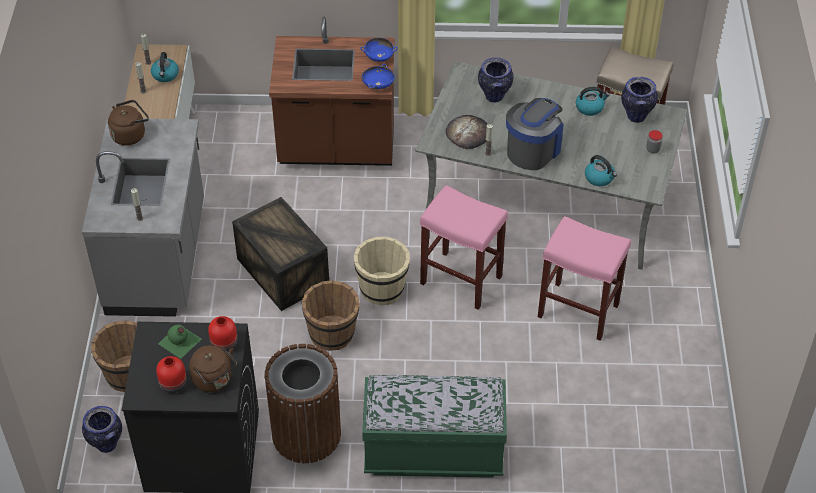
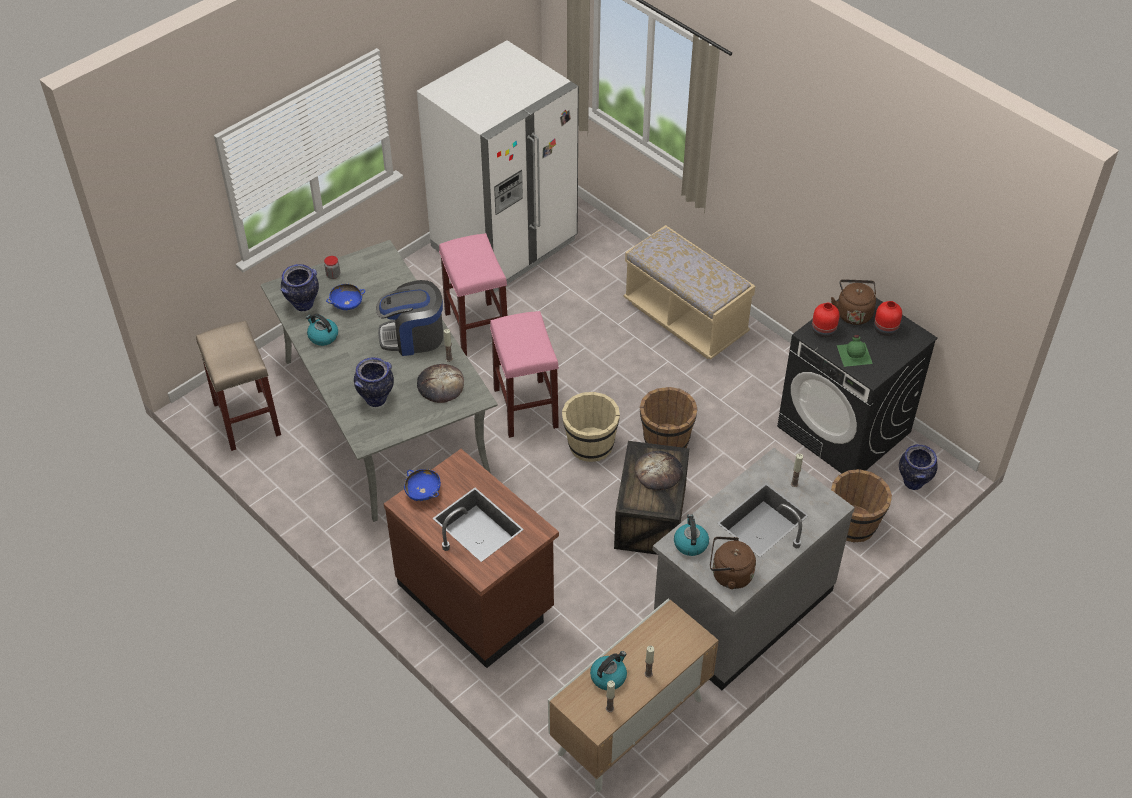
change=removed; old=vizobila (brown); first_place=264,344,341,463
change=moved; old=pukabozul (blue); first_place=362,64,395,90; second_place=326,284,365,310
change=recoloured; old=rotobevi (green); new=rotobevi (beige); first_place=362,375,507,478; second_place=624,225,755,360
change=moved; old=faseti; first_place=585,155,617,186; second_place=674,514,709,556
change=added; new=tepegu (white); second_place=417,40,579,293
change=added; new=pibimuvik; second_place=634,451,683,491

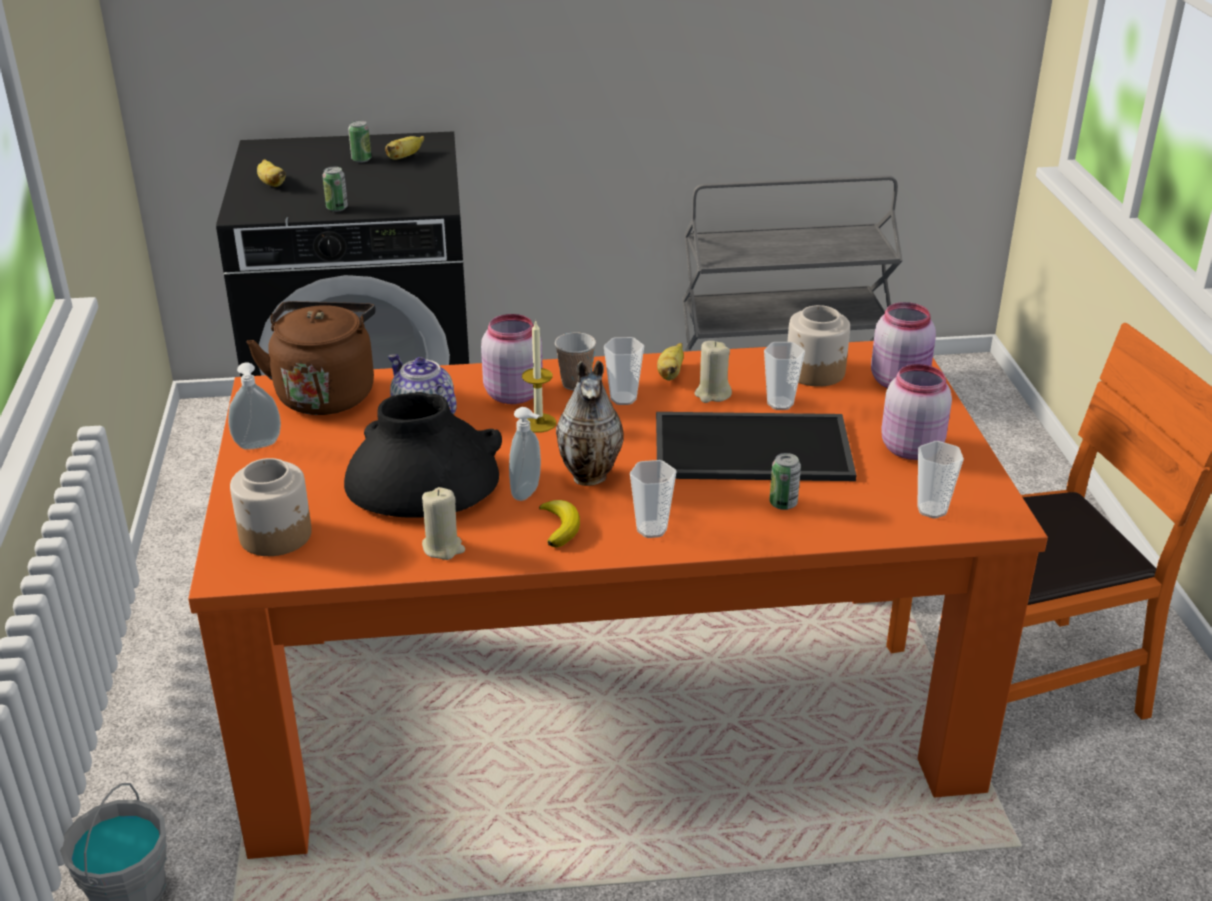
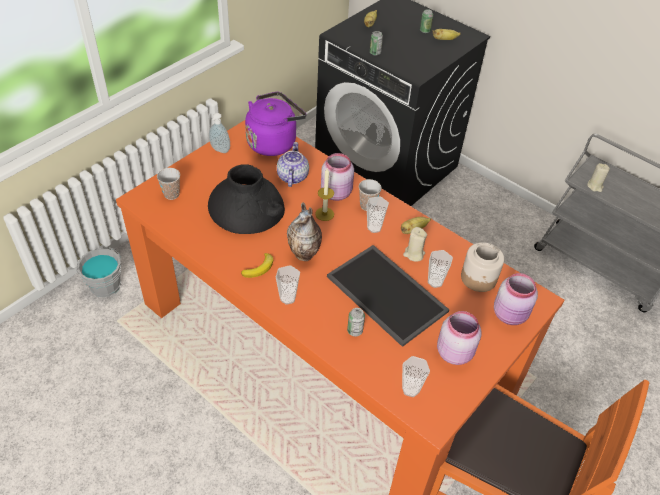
change=replaced; old=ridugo; new=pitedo; first_place=230,458,312,556; second_place=157,168,180,200
change=recoloured; old=faseti (brown); new=faseti (purple); first_place=246,301,376,415; second_place=245,92,306,156
change=moved; old=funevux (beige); first_place=422,487,465,560; second_place=587,163,610,192
change=removed; old=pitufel; first_place=509,407,541,501

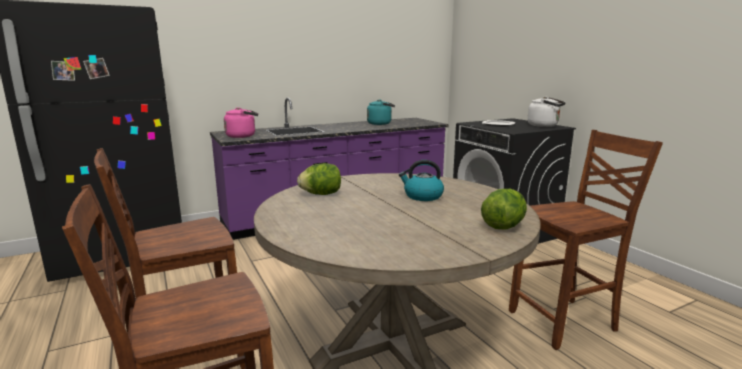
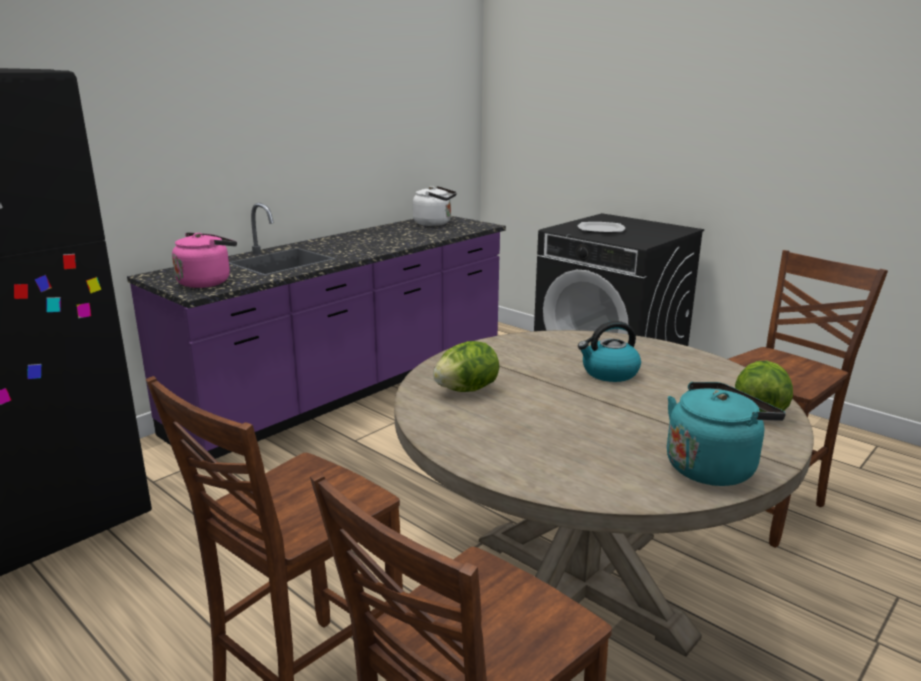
change=moved; old=faseti (turquoise); first_place=367,100,395,125; second_place=667,382,786,486
change=moved; old=faseti (white); first_place=528,96,566,127; second_place=413,186,457,226

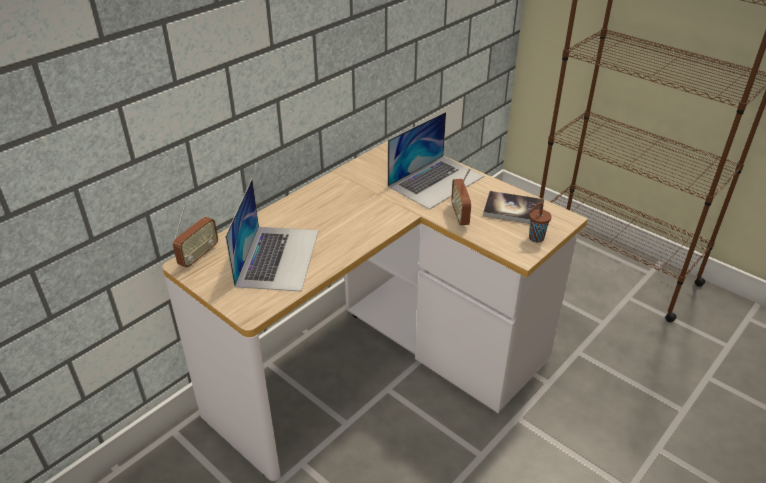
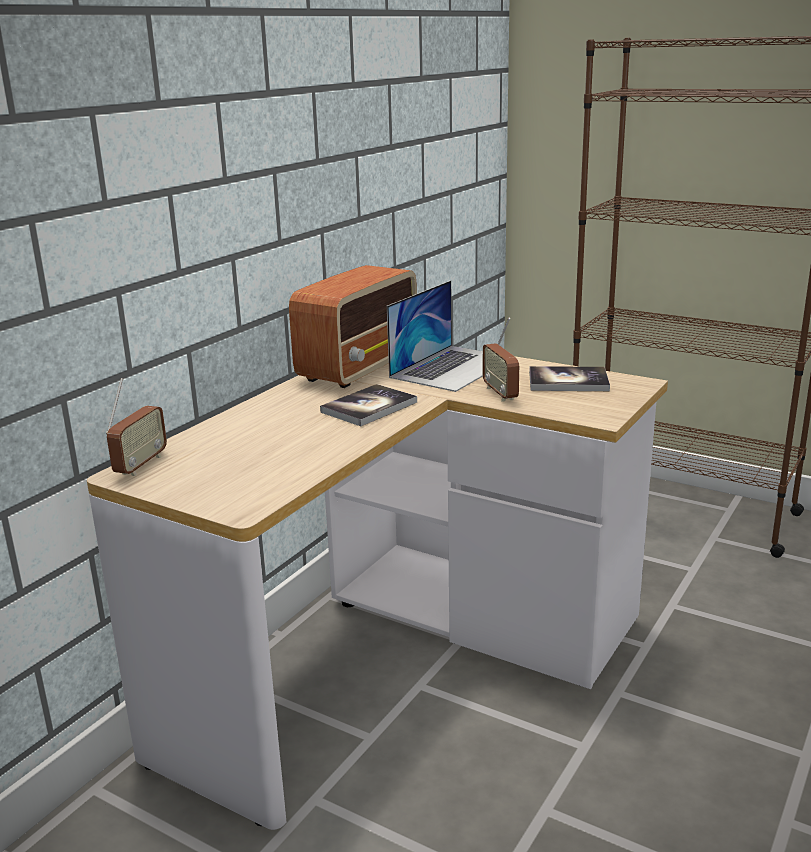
change=removed; old=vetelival; first_place=225,179,319,292
change=removed; old=pitedo (brown); first_place=529,202,552,243
change=added; new=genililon; second_place=289,265,417,388
change=added; new=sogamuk; second_place=320,384,417,426

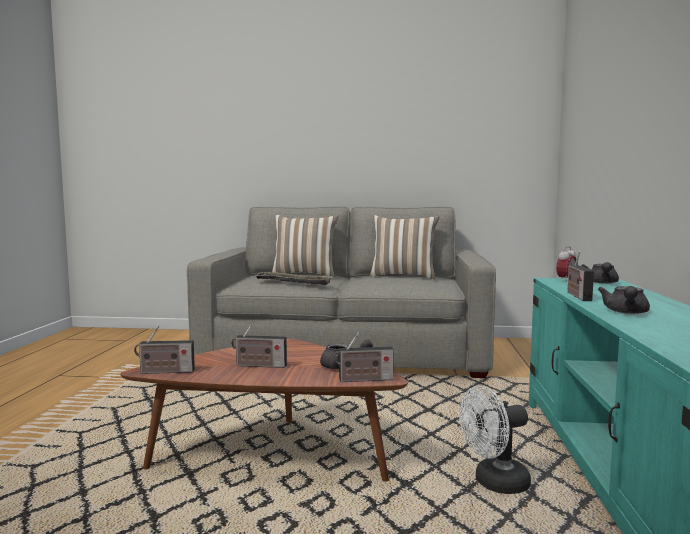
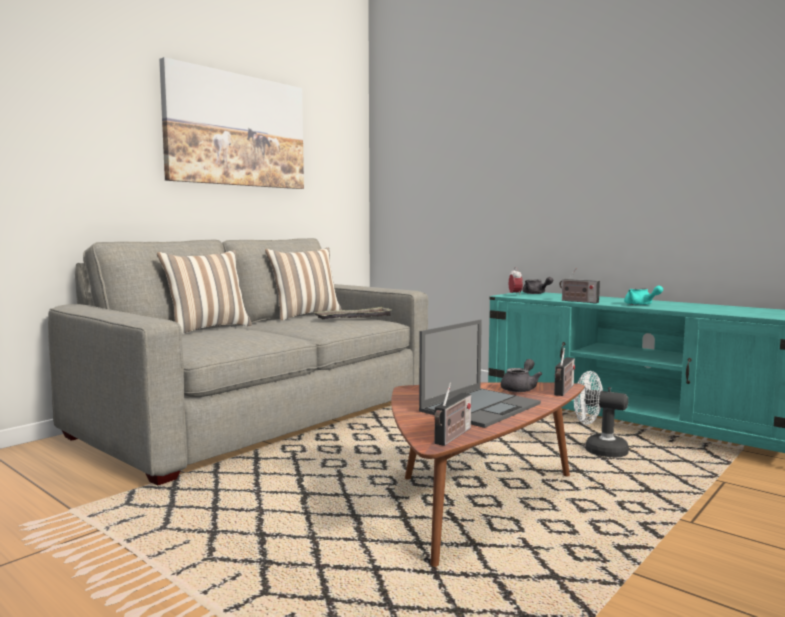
change=replaced; old=genililon; new=vetelival; first_place=231,321,287,368; second_place=419,320,541,428
change=moved; old=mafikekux; first_place=254,272,333,285; second_place=314,307,391,319
change=turned; old=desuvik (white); first_place=459,386,531,494; second_place=574,371,629,457; degrees=105
change=recoloured; old=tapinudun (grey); new=tapinudun (turquoise); first_place=598,286,650,314; second_place=624,285,663,305
change=added; new=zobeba; second_place=159,57,304,189

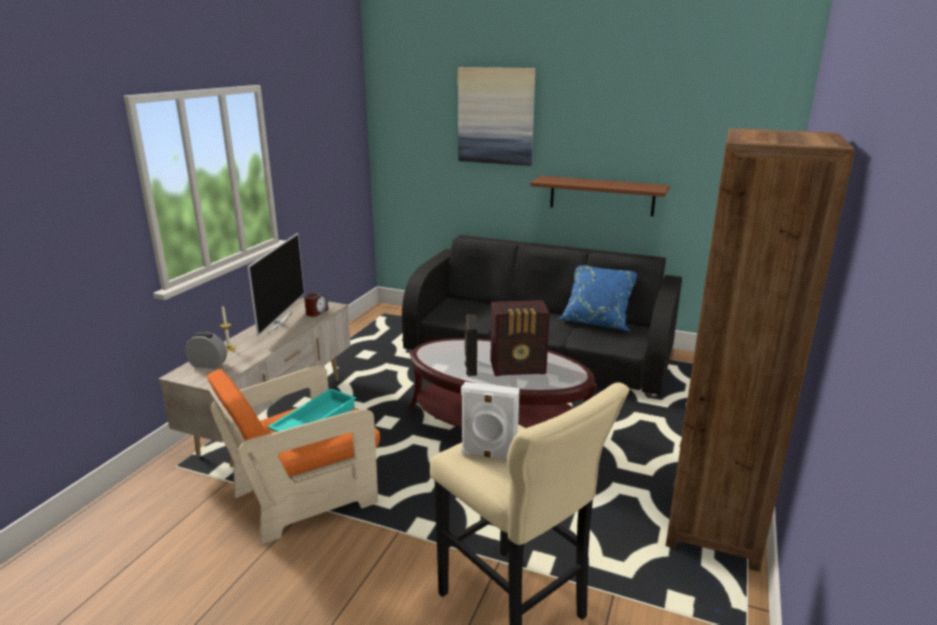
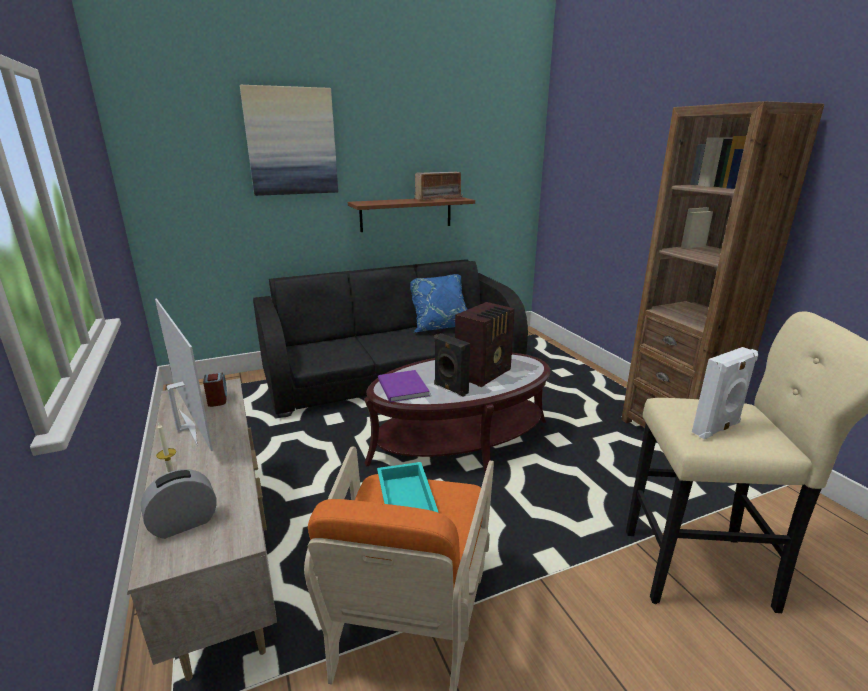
change=added; new=sogamuk (purple); second_place=378,370,430,402
change=added; new=genililon; second_place=414,171,463,200

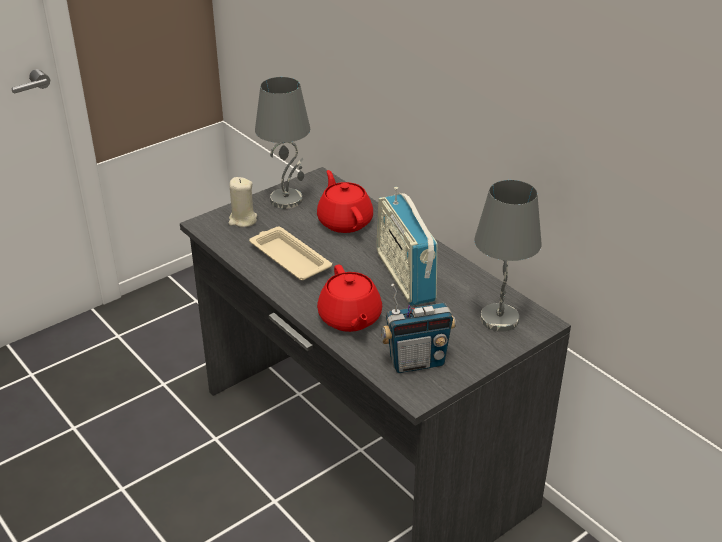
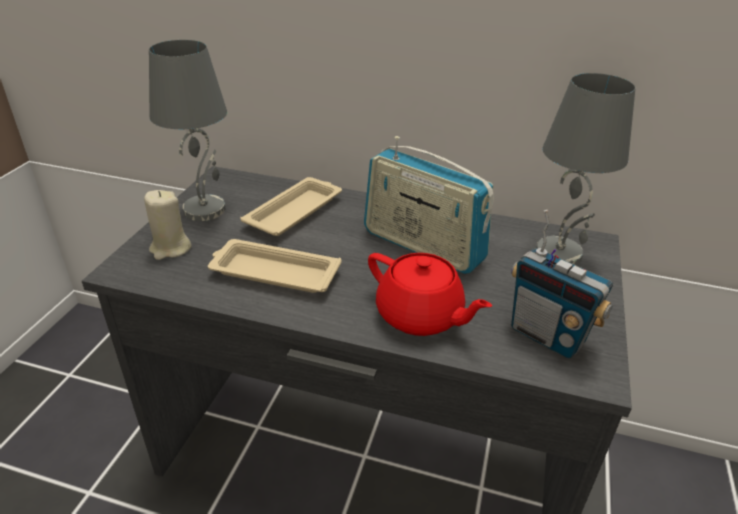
change=replaced; old=tapinudun (red); new=mafikekux (beige); first_place=317,170,373,233; second_place=240,177,342,236
change=turned; old=genililon; first_place=381,284,456,373; second_place=511,210,613,358; degrees=90

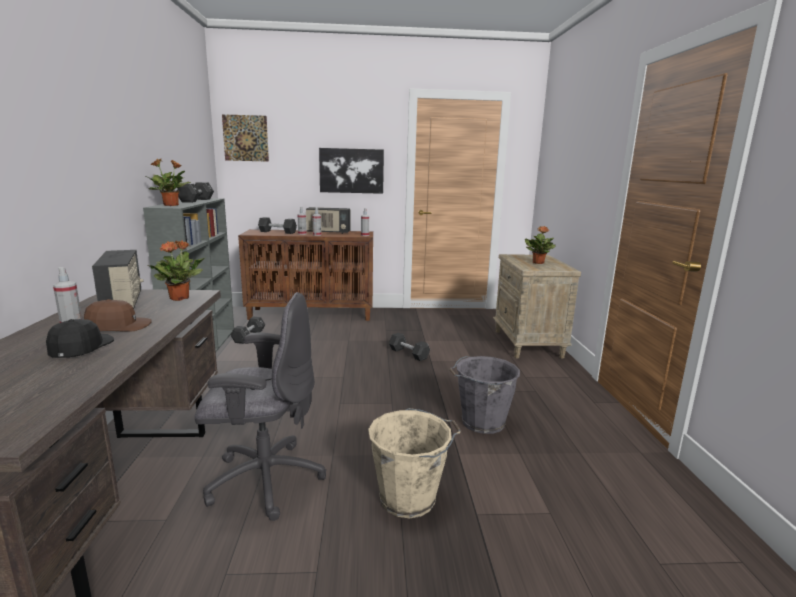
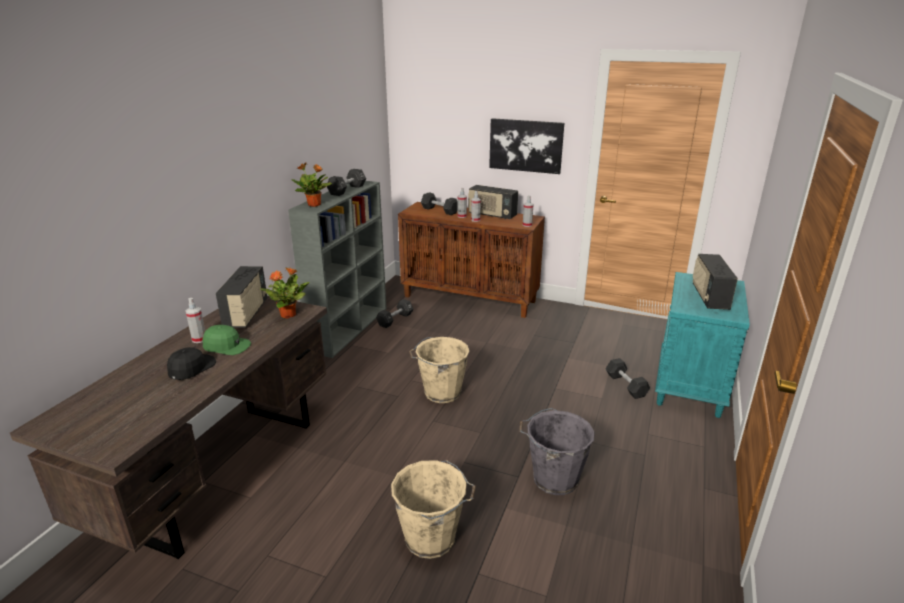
change=recoloured; old=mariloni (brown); new=mariloni (green); first_place=84,299,151,332; second_place=202,325,251,355
change=removed; old=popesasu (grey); first_place=195,292,326,521
change=removed; old=zobeba; first_place=222,114,269,162
change=moved; old=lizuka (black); first_place=389,333,430,361; second_place=606,358,650,399
change=recoloured; old=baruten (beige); new=baruten (turquoise); first_place=493,254,581,359; second_place=655,272,750,418
change=replaced; old=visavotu; new=genililon; first_place=525,226,556,264; second_place=693,254,738,310
change=added; new=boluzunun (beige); second_place=409,337,469,403

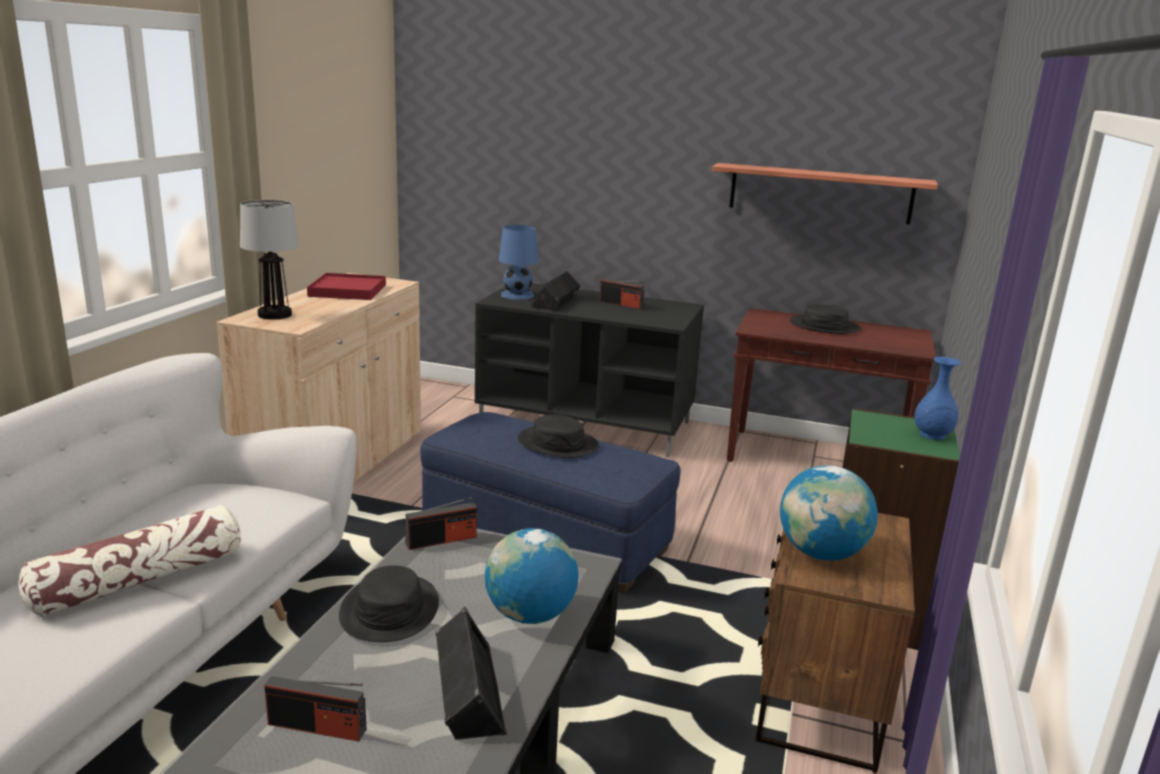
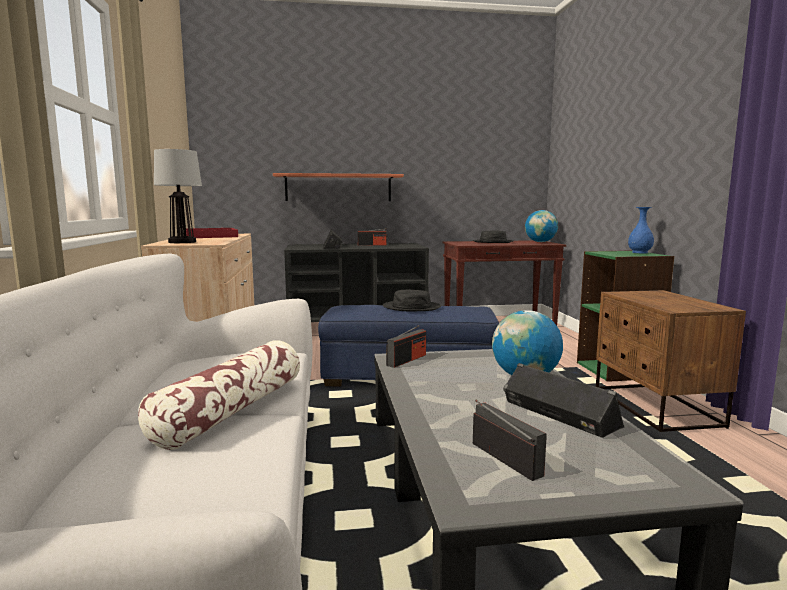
change=turned; old=genililon; first_place=264,676,366,742; second_place=473,400,547,481; degrees=-105
change=removed; old=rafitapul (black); first_place=339,565,439,642
change=removed; old=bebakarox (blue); first_place=499,225,538,300
change=moved; old=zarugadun; first_place=712,163,938,224; second_place=273,173,404,201
change=moved; old=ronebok; first_place=780,465,878,561; second_place=525,210,558,242

